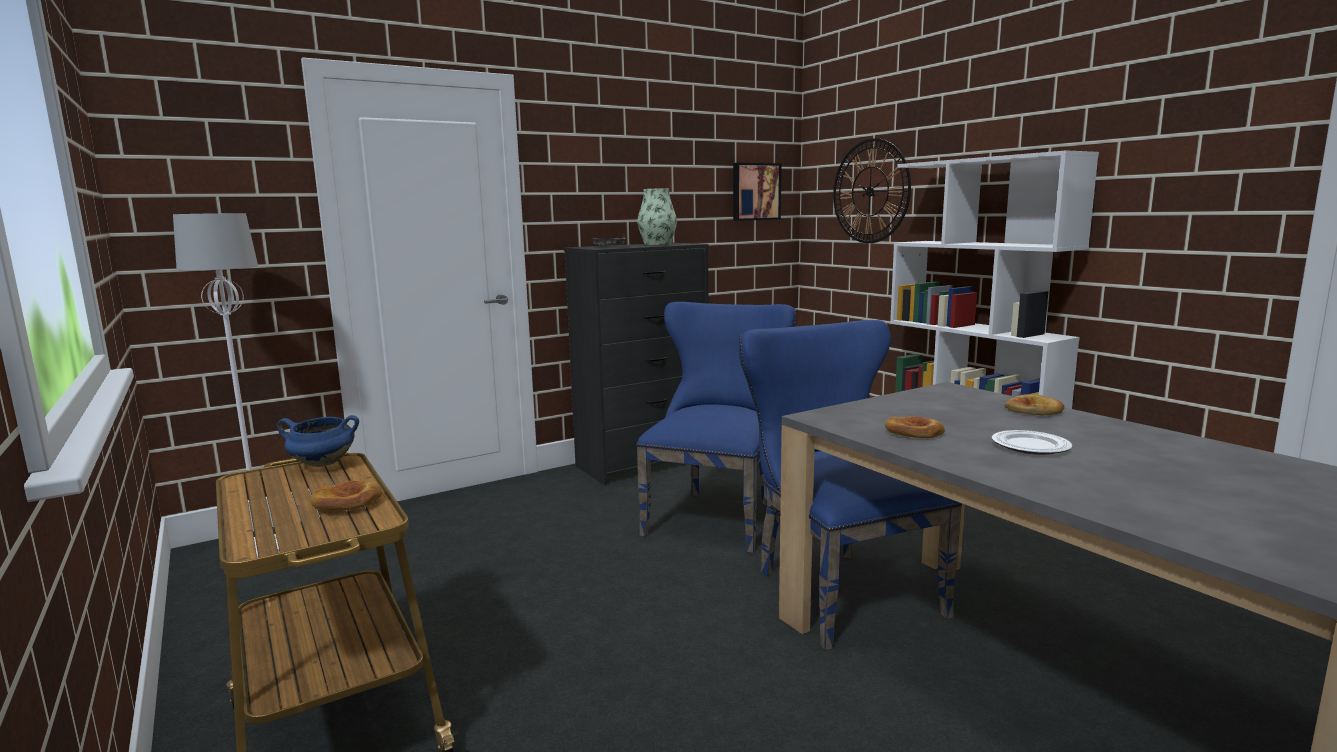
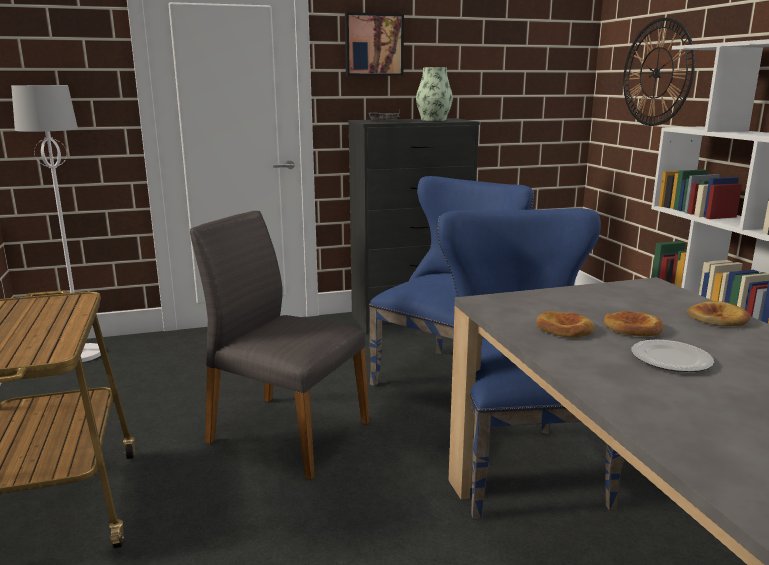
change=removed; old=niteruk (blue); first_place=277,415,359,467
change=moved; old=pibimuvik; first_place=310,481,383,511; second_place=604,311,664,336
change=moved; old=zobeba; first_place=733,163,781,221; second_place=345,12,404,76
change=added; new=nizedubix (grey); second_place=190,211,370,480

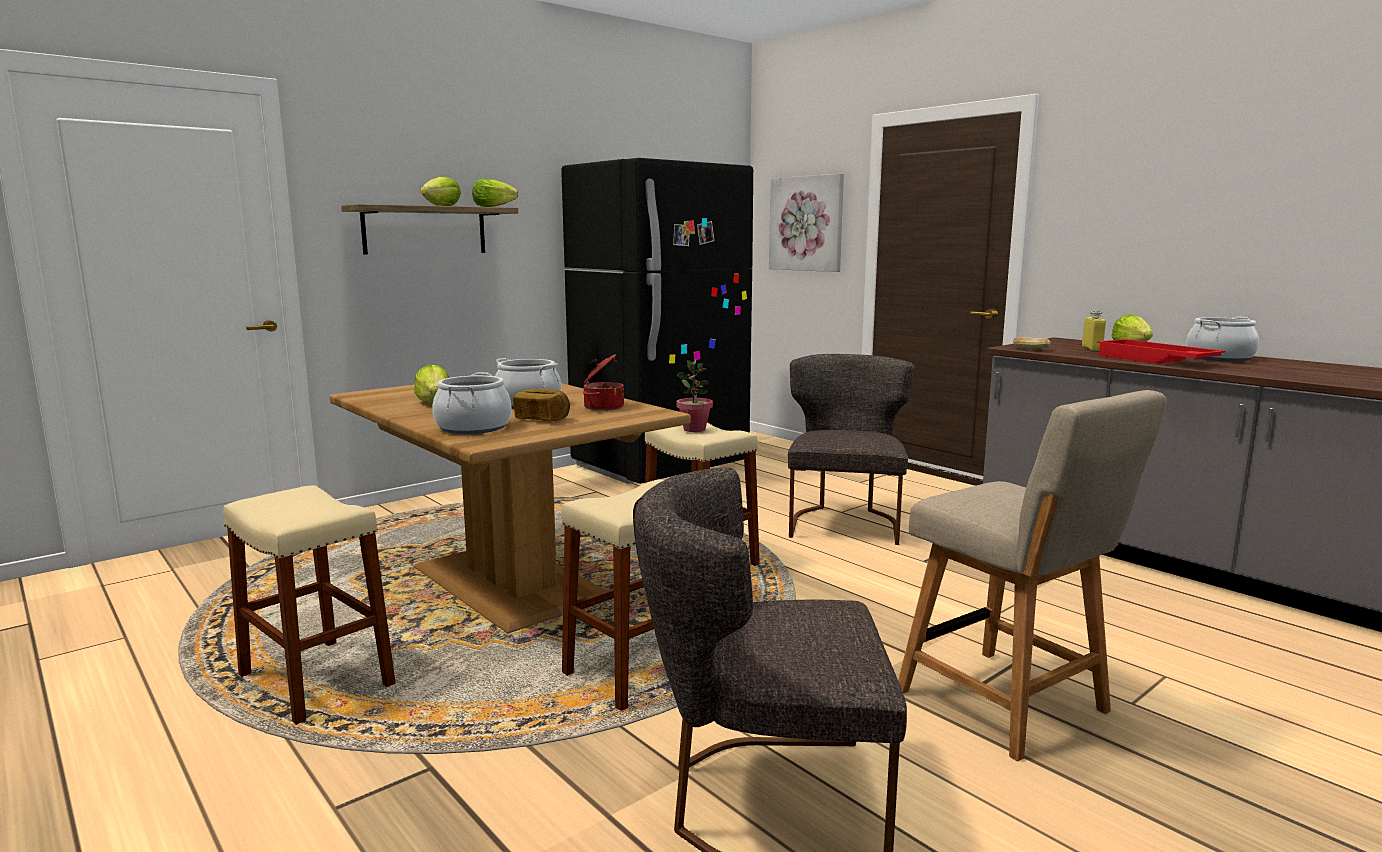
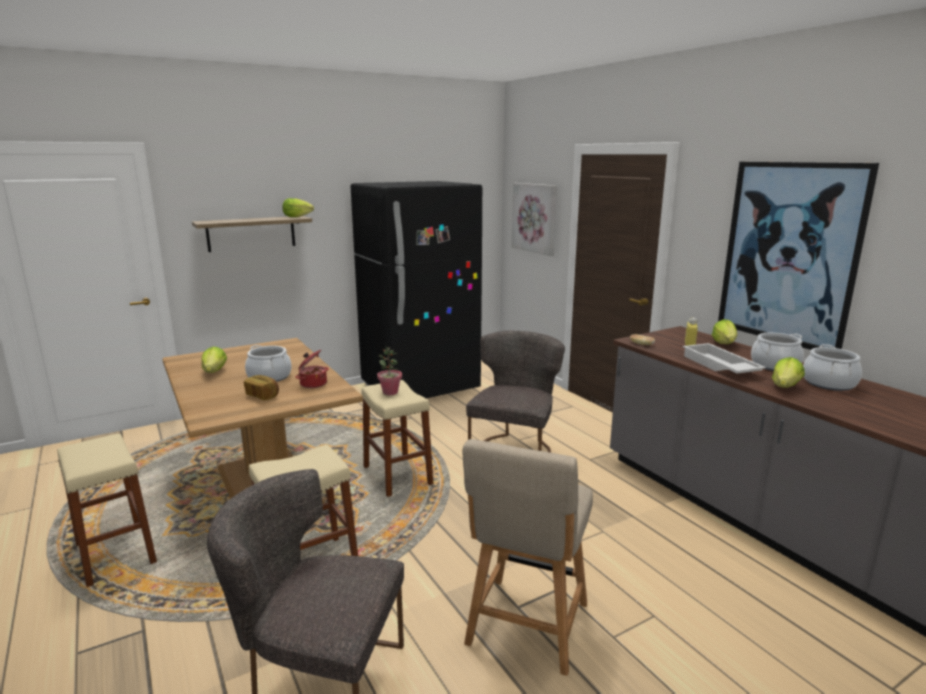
change=moved; old=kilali; first_place=420,177,461,206; second_place=772,357,805,388
change=moved; old=niteruk; first_place=432,372,512,434; second_place=803,344,862,391
change=turned; old=nizedubix (beige); first_place=898,390,1167,761; second_place=462,439,593,676; degrees=45
change=recoloured; old=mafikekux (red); new=mafikekux (white); first_place=1097,339,1226,364; second_place=683,343,766,374
change=added; new=zobeba; second_place=718,162,879,350

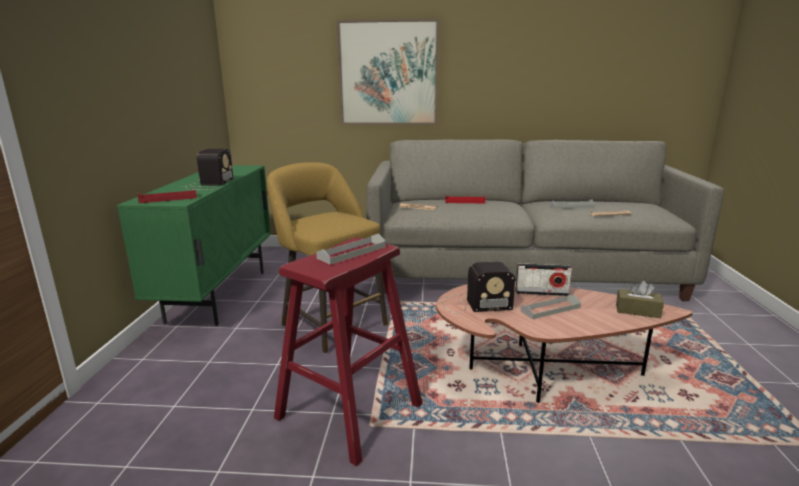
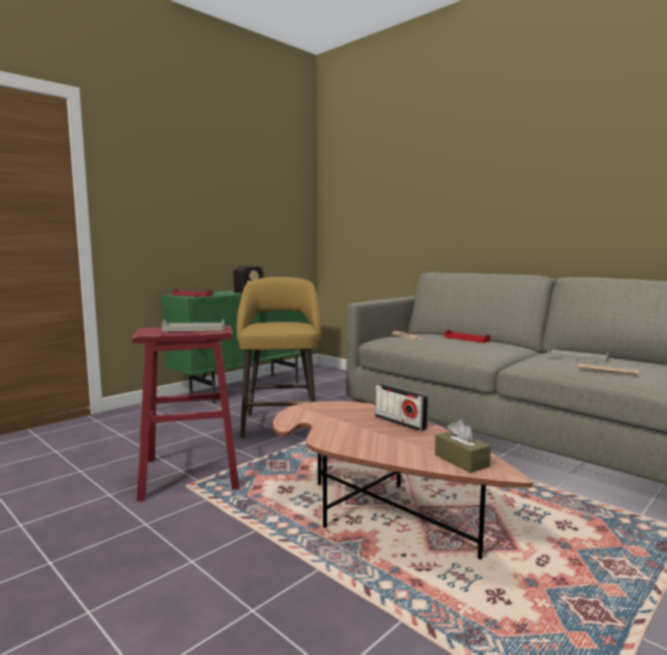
change=removed; old=zobeba; first_place=336,19,439,125
change=removed; old=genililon; first_place=442,261,515,314
change=removed; old=mafikekux (grey); first_place=520,295,581,319

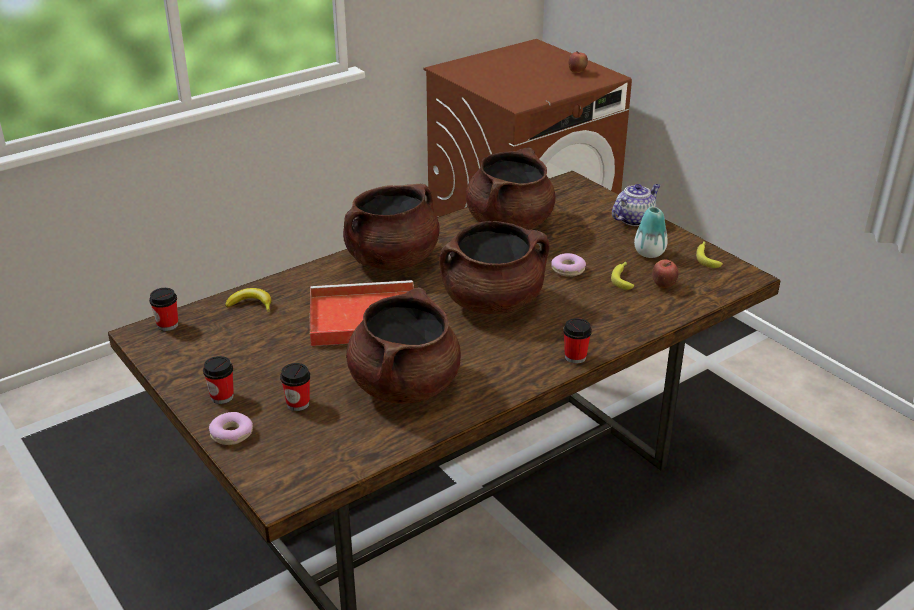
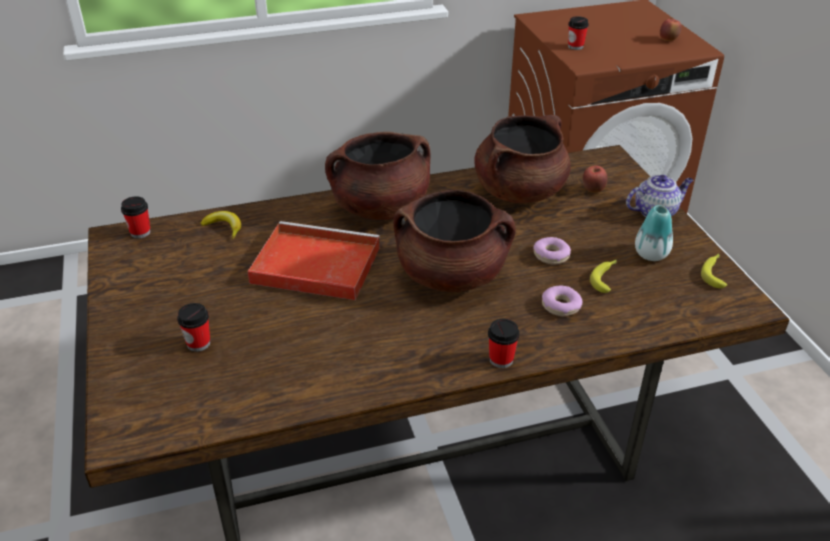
change=moved; old=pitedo; first_place=203,356,234,404; second_place=568,16,589,50
change=moved; old=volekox; first_place=209,412,253,445; second_place=542,286,582,316
change=removed; old=niteruk (brown); first_place=346,287,461,404
change=moved; old=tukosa; first_place=652,259,679,288; second_place=583,165,608,193

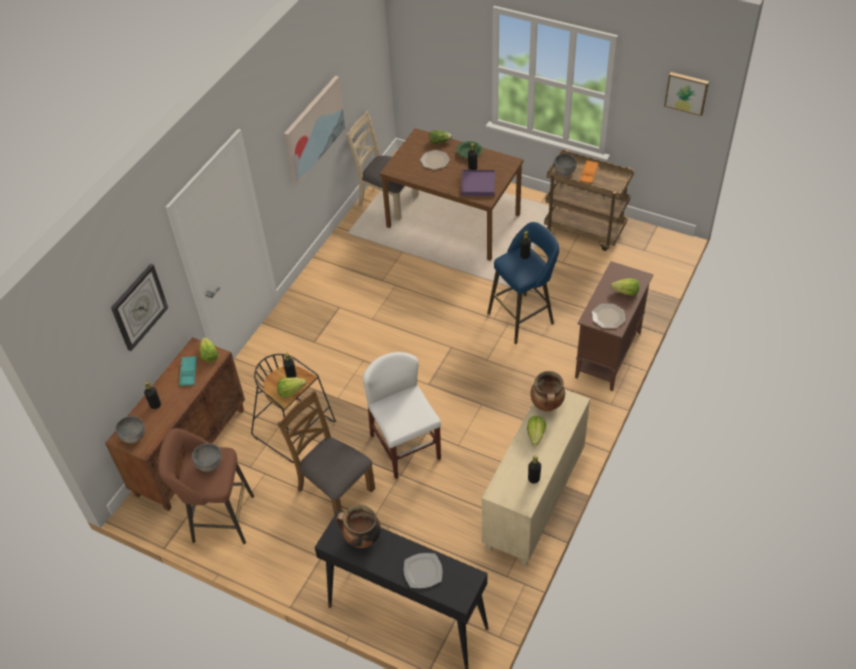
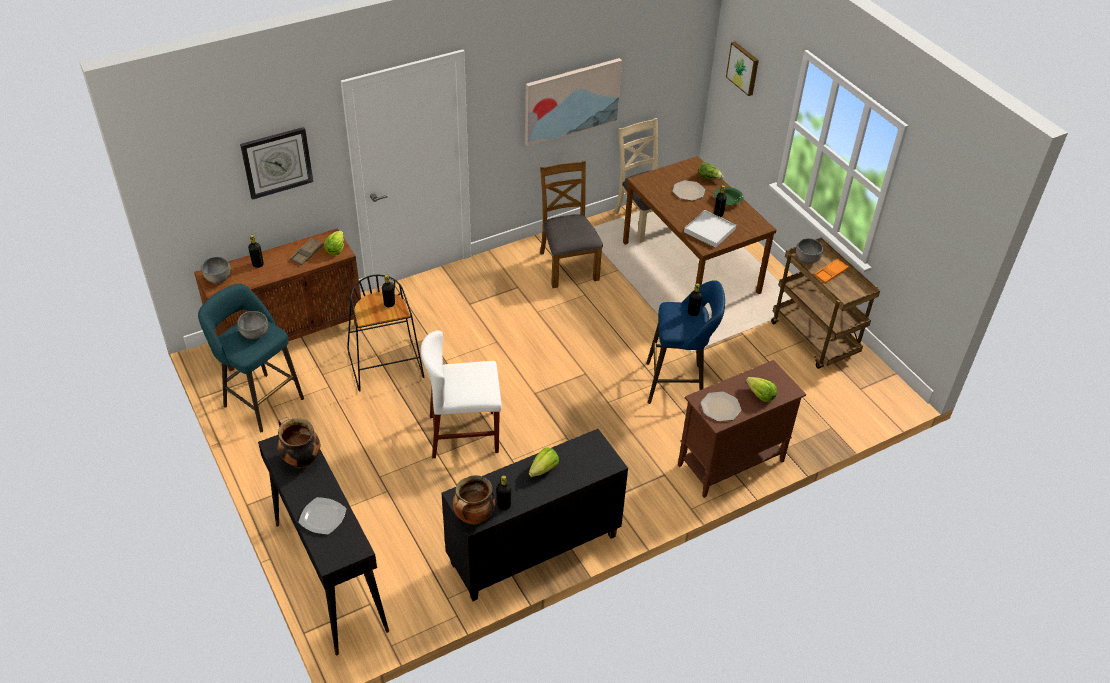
change=recoloured; old=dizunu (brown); new=dizunu (turquoise); first_place=158,428,254,544; second_place=198,284,304,432
change=recoloured; old=mafikekux (turquoise); new=mafikekux (brown); first_place=179,356,197,386; second_place=290,238,324,265
change=removed; old=kilali; first_place=277,377,306,398
change=moved; old=nizedubix (brown); first_place=277,391,375,515; second_place=540,161,603,288
change=turned; old=nizedubix (white); first_place=363,352,441,479; second_place=421,331,502,458; degrees=-105
change=recoloured; old=mafikekux (purple); new=mafikekux (white); first_place=461,170,495,196; second_place=684,210,736,248
change=recoloured; old=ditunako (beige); new=ditunako (black); first_place=482,390,590,566; second_place=441,429,628,601
change=moved; old=niteruk; first_place=531,371,565,411; second_place=452,475,495,524
change=moved; old=zobeba; first_place=664,72,709,116; second_place=726,42,759,96

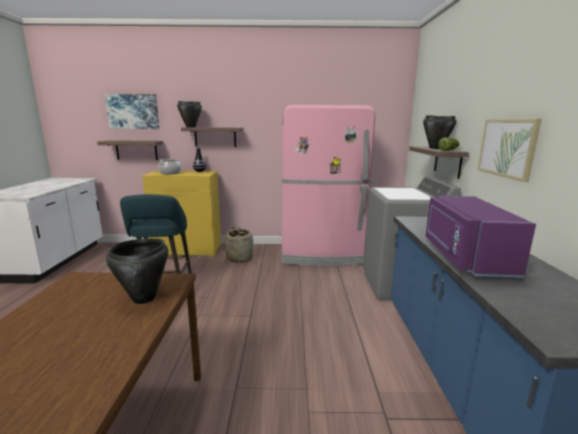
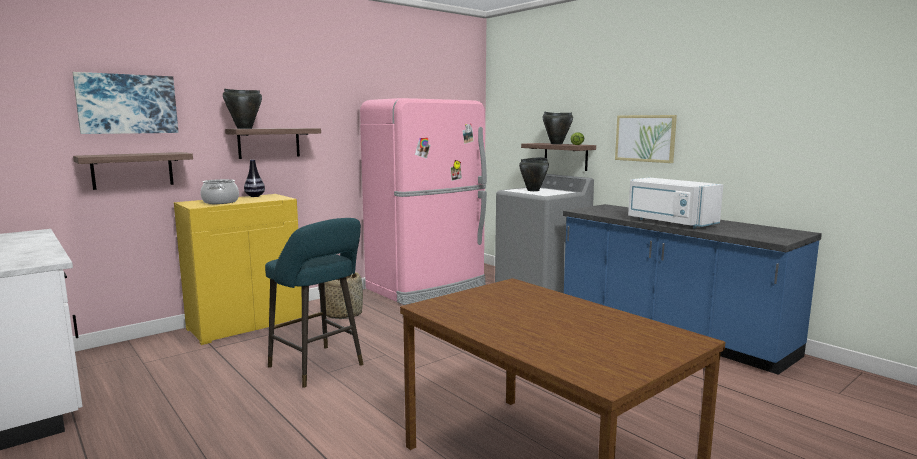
change=moved; old=niteruk (black); first_place=106,238,168,304; second_place=519,157,549,191
change=recoloured; old=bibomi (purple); new=bibomi (white); first_place=425,196,536,278; second_place=628,178,723,229

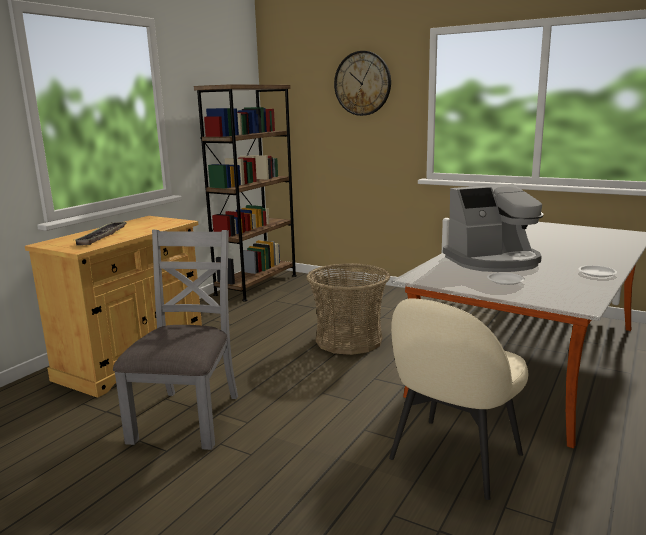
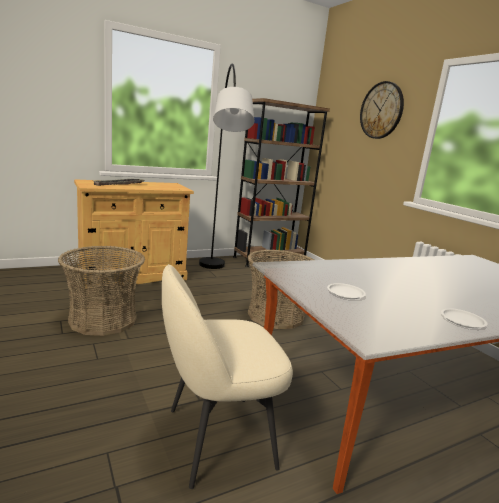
change=replaced; old=nizedubix (grey); new=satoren; first_place=113,230,238,450; second_place=58,246,145,336
change=removed; old=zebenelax; first_place=443,184,543,272
change=added; new=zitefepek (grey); second_place=199,64,254,269

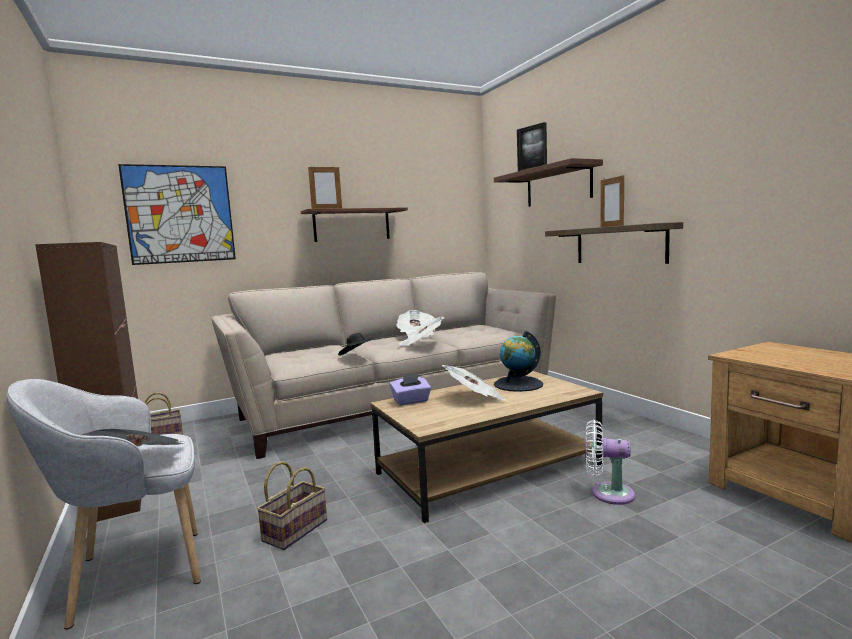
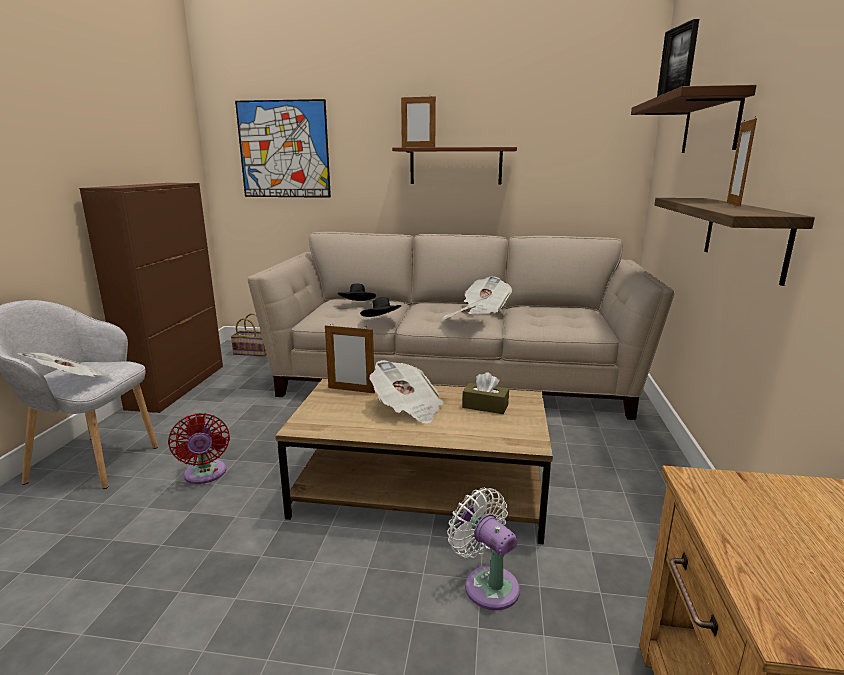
change=replaced; old=satoren; new=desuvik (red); first_place=257,461,327,550; second_place=168,413,230,484
change=replaced; old=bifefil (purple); new=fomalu; first_place=390,374,431,406; second_place=325,325,375,394
change=replaced; old=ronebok; new=bifefil (brown); first_place=494,331,543,392; second_place=462,372,509,414
change=added; new=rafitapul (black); second_place=338,283,376,301

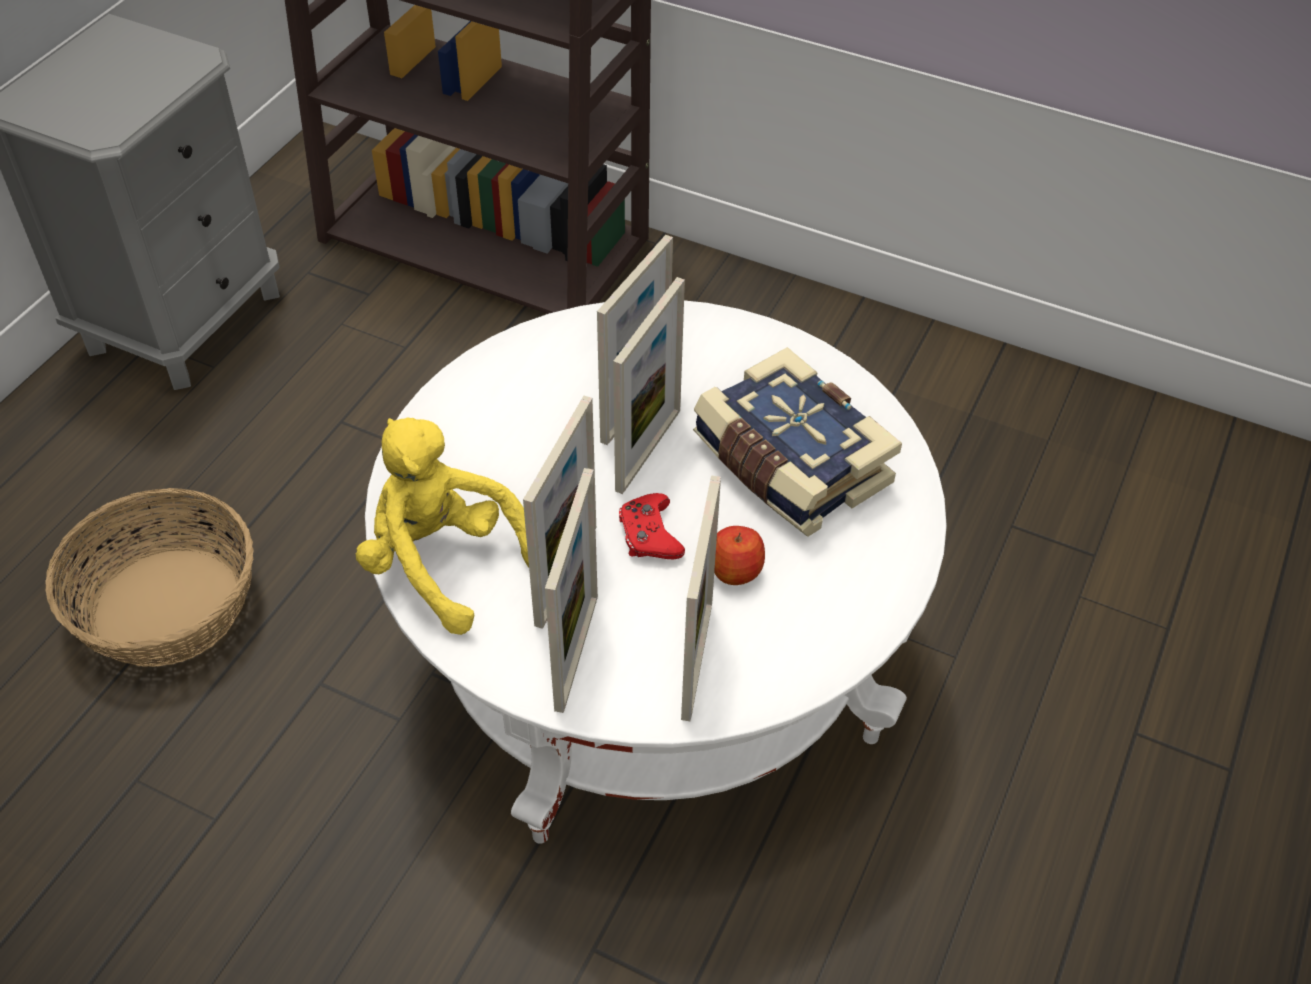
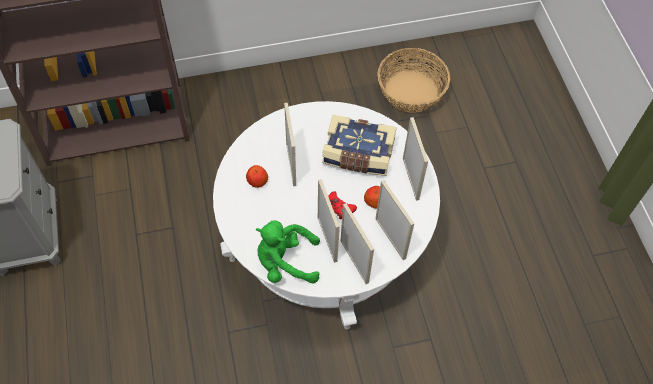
change=moved; old=satoren; first_place=45,488,254,667; second_place=378,48,450,113
change=recoloured; old=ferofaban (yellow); new=ferofaban (green); first_place=356,417,529,635; second_place=256,220,320,283
change=moved; old=fomalu; first_place=613,277,685,494; second_place=403,117,428,201
change=added; new=tukosa; second_place=246,165,268,188

